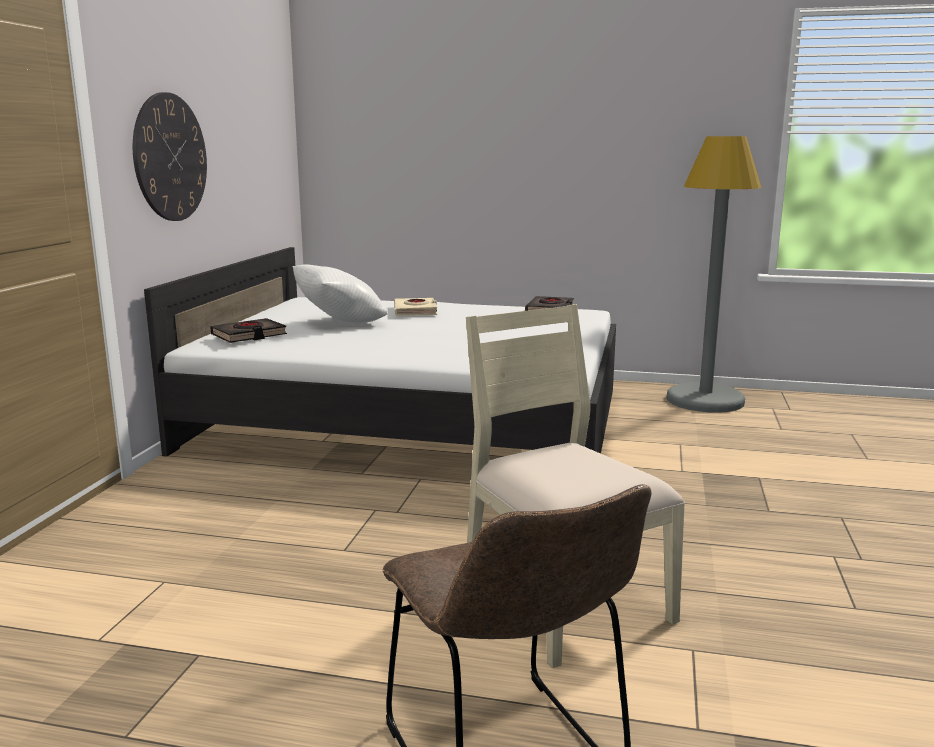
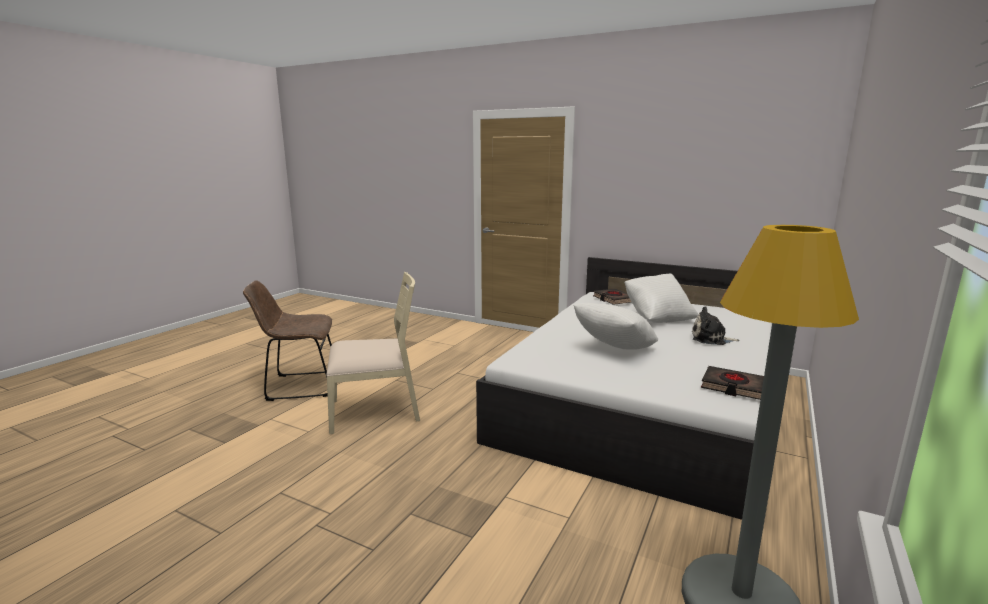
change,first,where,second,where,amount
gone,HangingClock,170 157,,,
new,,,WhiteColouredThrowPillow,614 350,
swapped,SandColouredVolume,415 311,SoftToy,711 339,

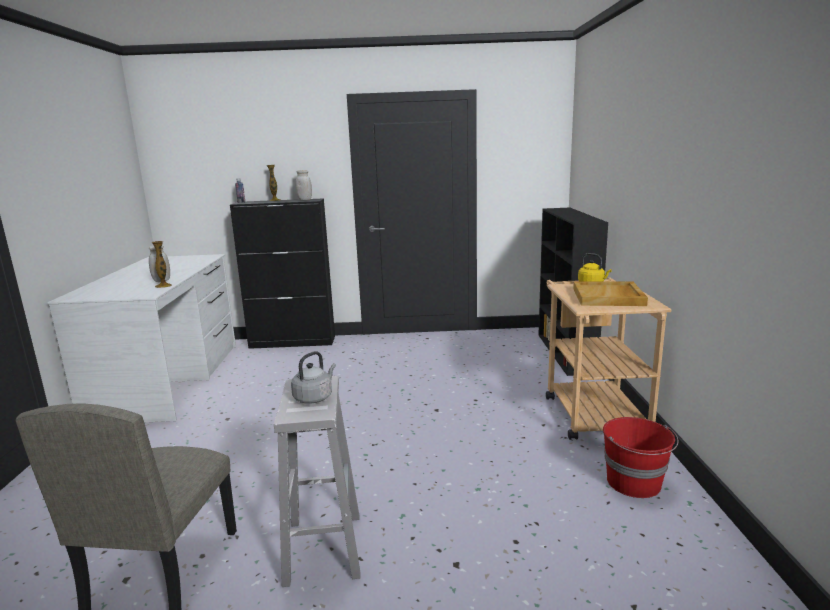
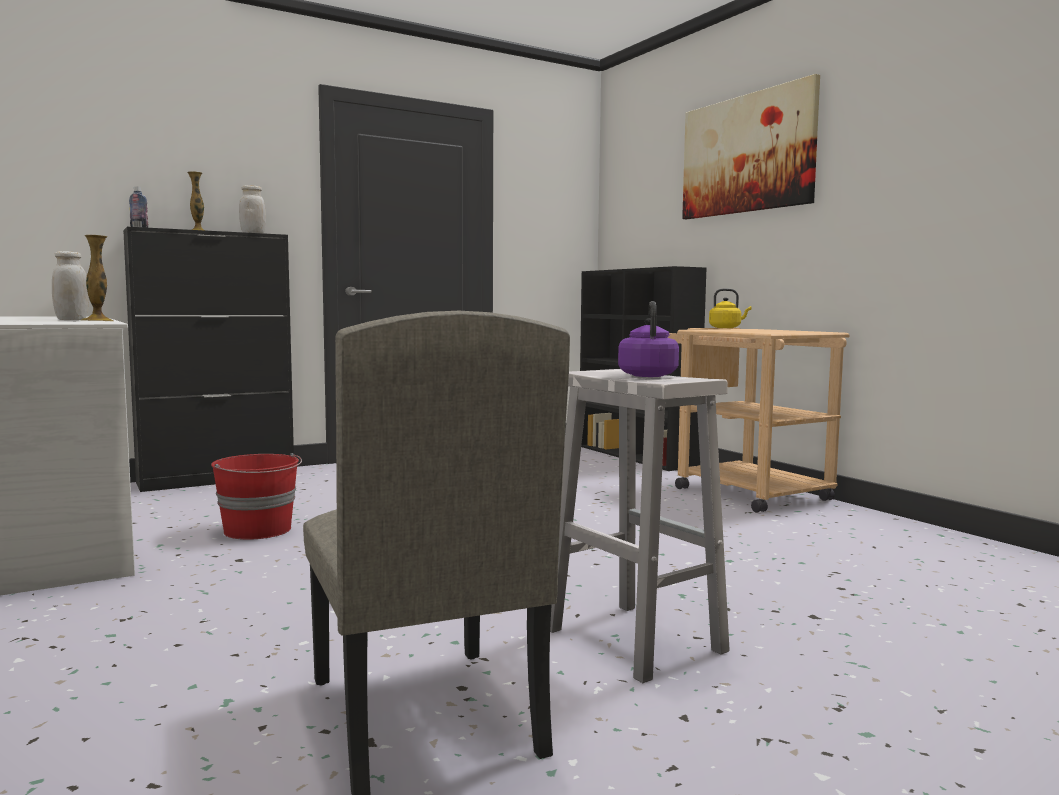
change,first,where,second,where,amount
gone,SandColouredCarryingTray,608 297,,,
new,,,Picture,747 154,
shifted,RedWaterBucket,634 483,,259 530,
repainted,GreyKettle,314 397,PurpleKettle,647 375,

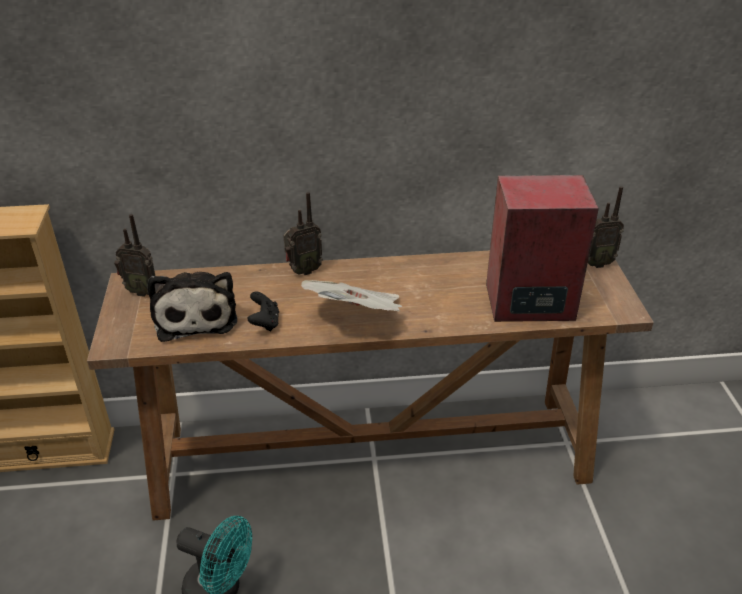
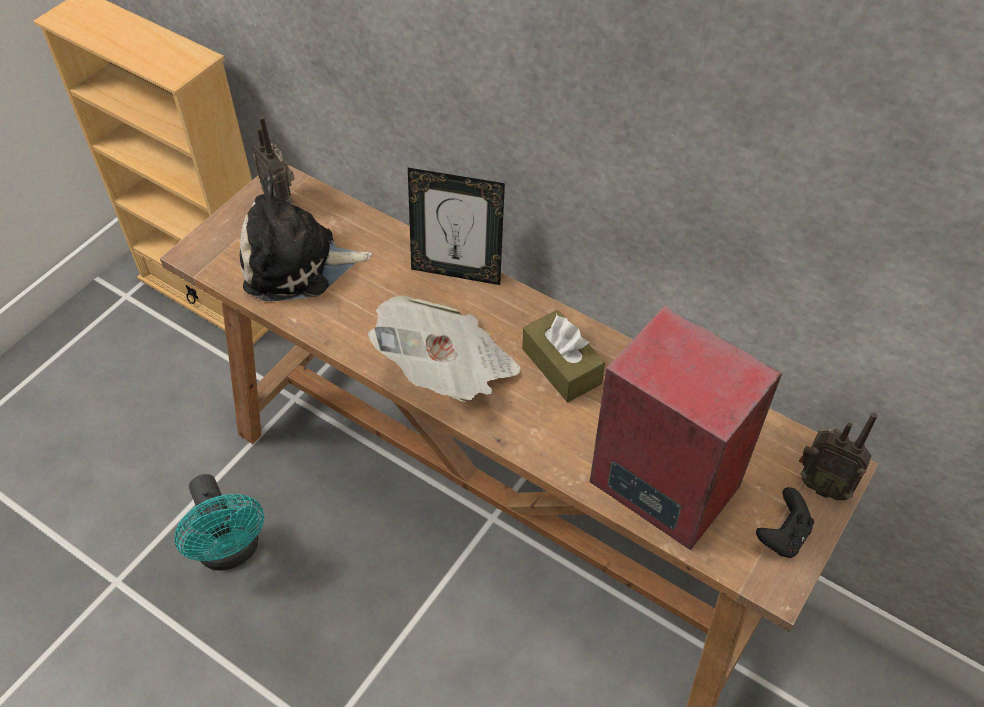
change,first,where,second,where,amount
new,,,BrownishTissueHolder,561 366,
shifted,BlackColouredGameController,265 323,,782 536,
swapped,RadioReceiver,303 271,StandingFrame,457 271,
rotated,SoftToy,196 315,,297 264,60 degrees clockwise

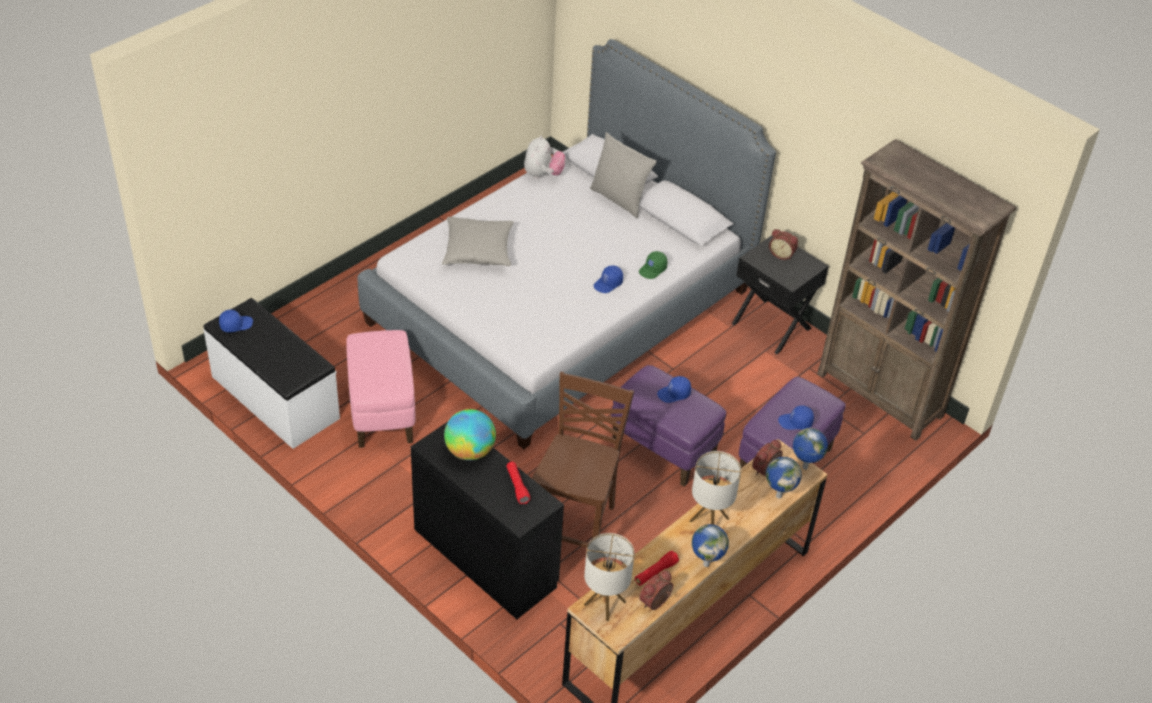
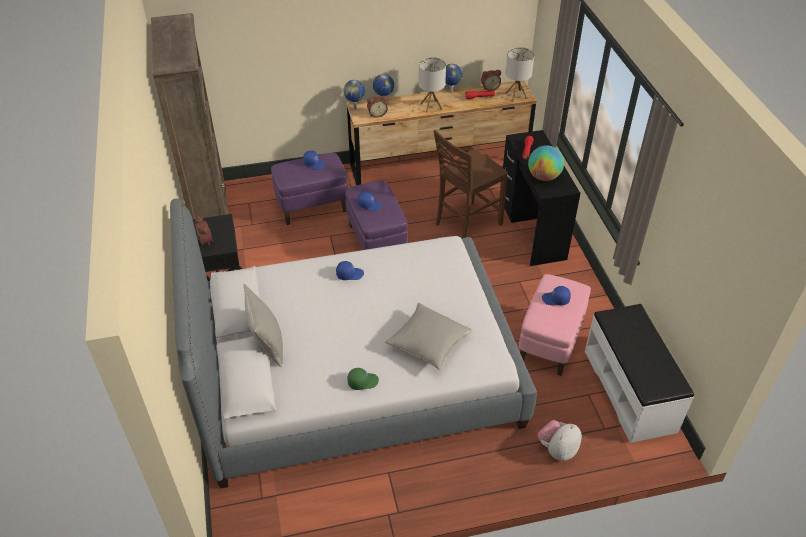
change,first,where,second,where,amount
shifted,BluePeakedCap,236 324,,555 299,
shifted,SoftToy,543 174,,557 449,
shifted,GreenColouredPeakedCap,653 270,,362 381,

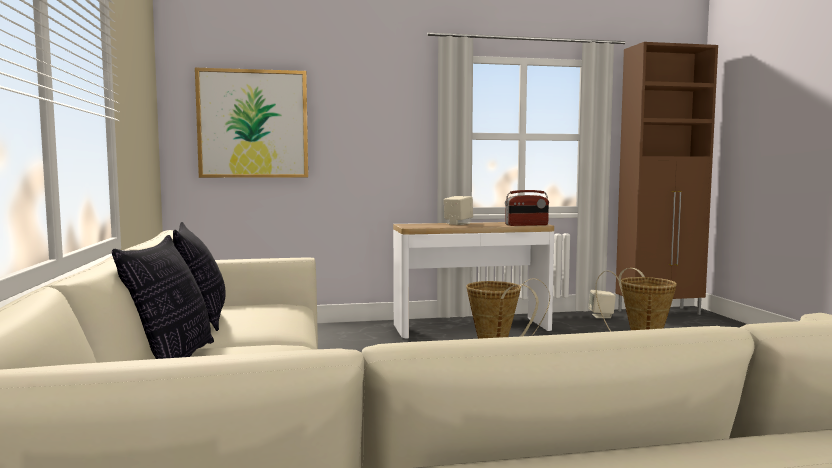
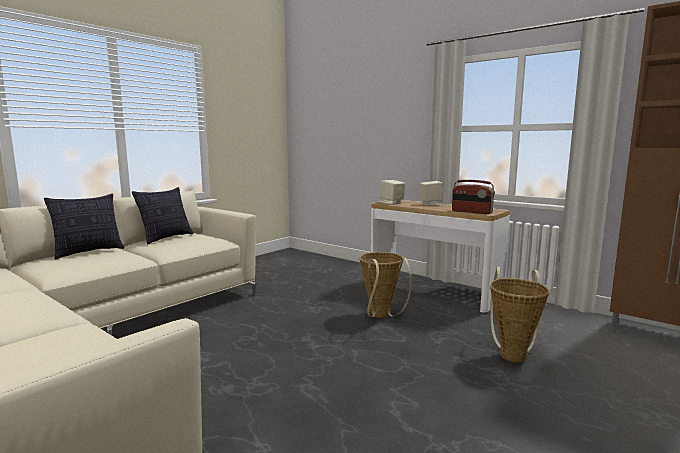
change,first,where,second,where,amount
gone,Picture,253 124,,,
shifted,SandColouredAudioSpeaker,601 316,,392 203,

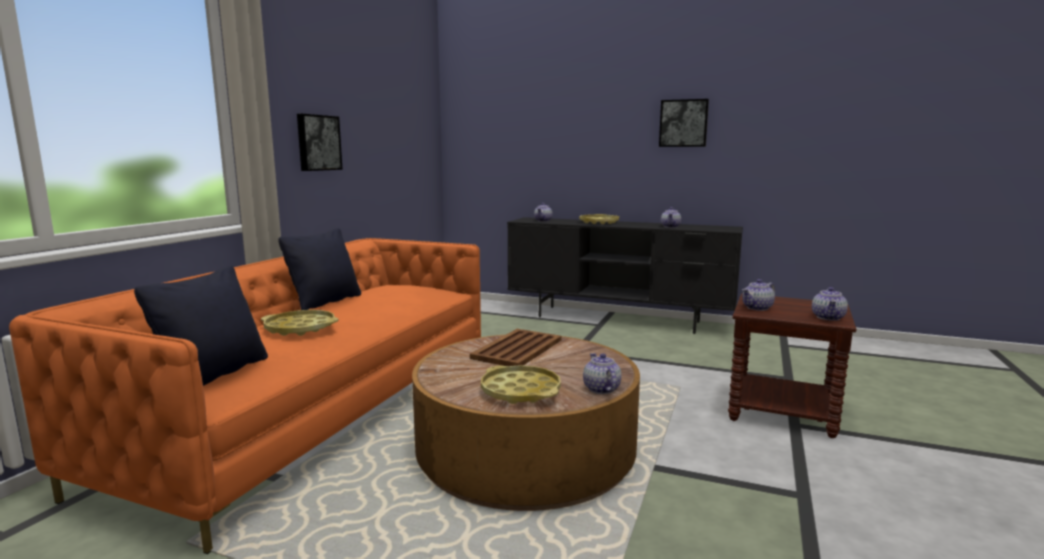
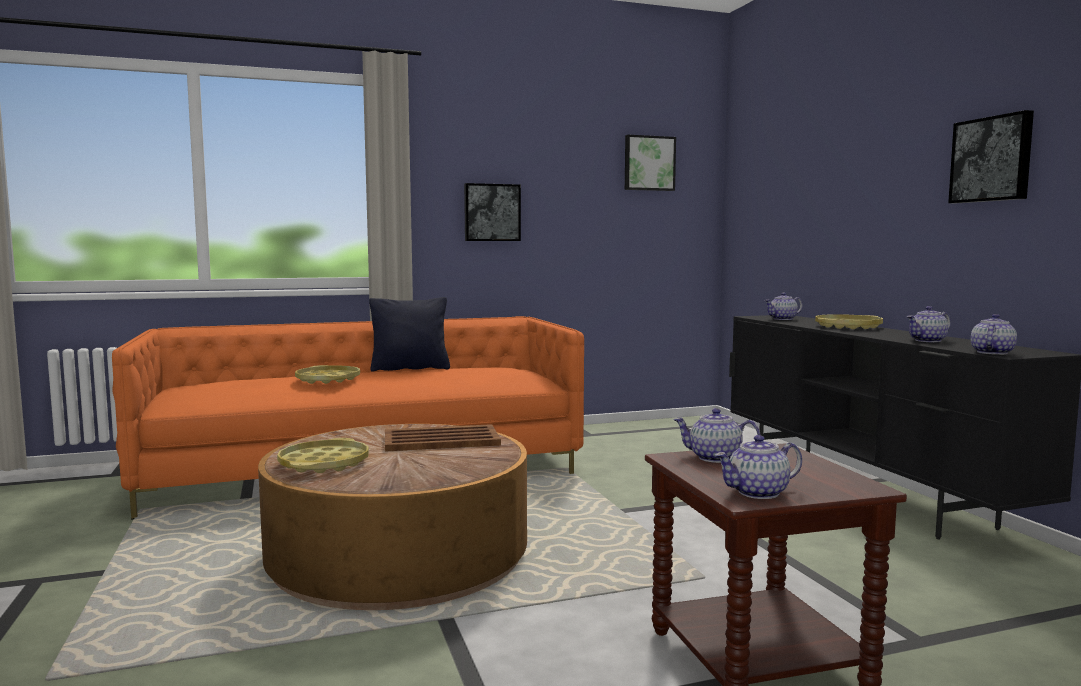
change,first,where,second,where,amount
gone,BlackColouredThrowPillow,214 374,,,
new,,,Picture,648 163,
shifted,TeaPot,600 389,,991 352,

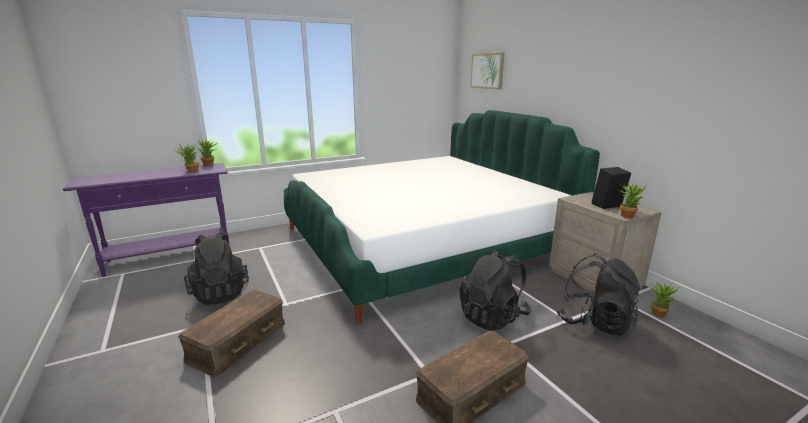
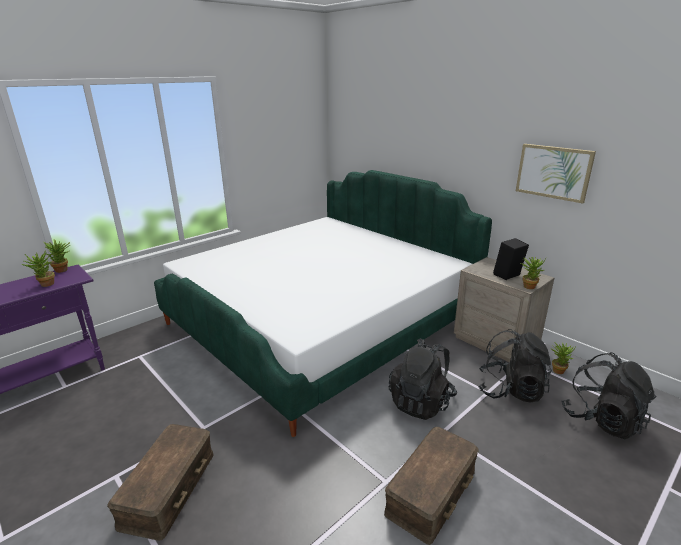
change,first,where,second,where,amount
shifted,BlackColouredRucksack,220 293,,602 419,
shifted,Picture,487 71,,553 172,

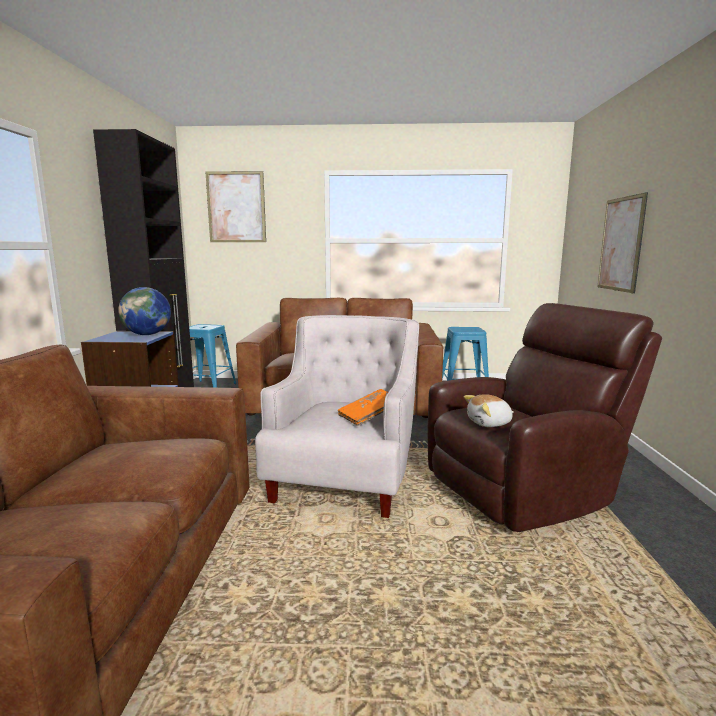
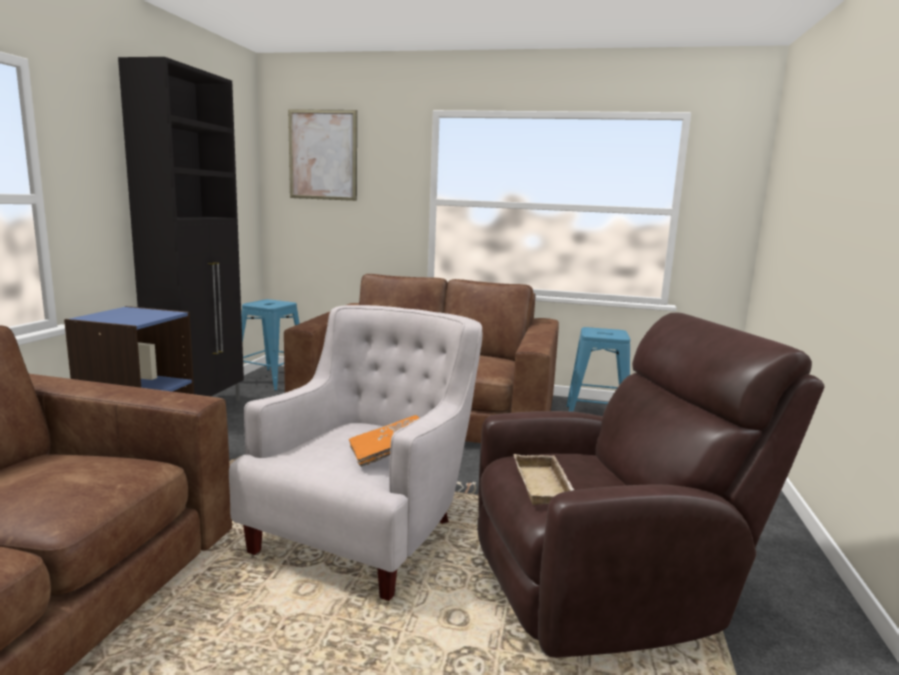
change,first,where,second,where,amount
gone,DeskGlobe,147 334,,,
gone,Picture,620 244,,,
swapped,SoftToy,489 423,SandColouredCarryingTray,545 485,

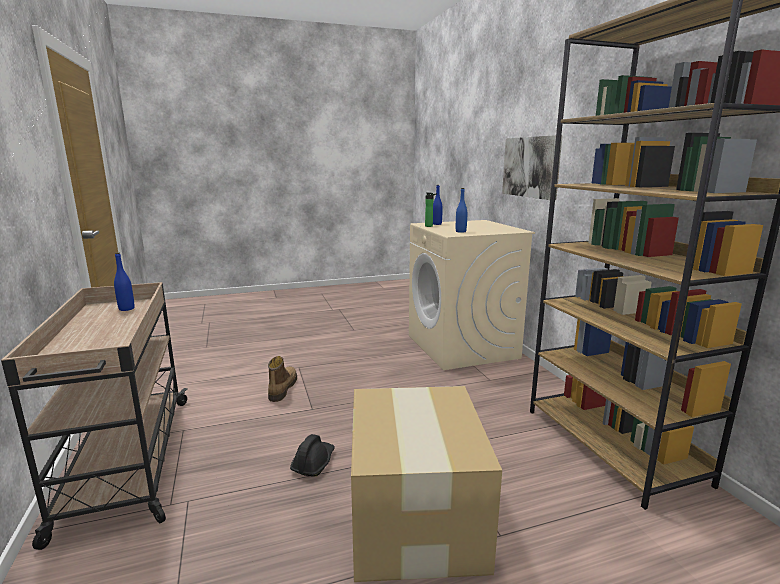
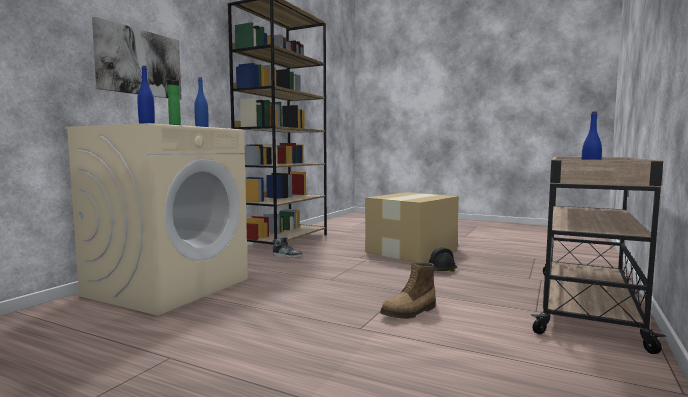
change,first,where,second,where,amount
new,,,ItemOfFootwear,287 256,

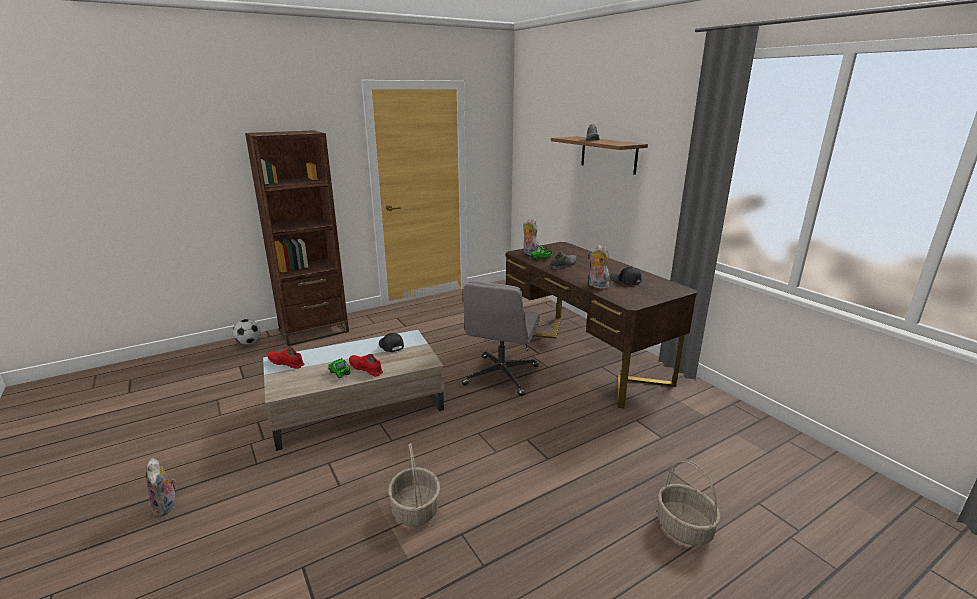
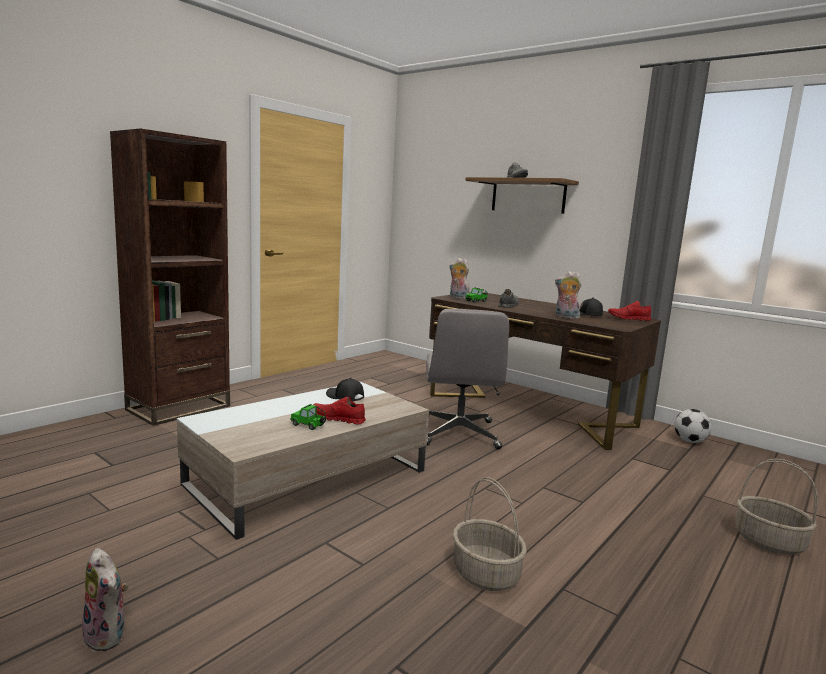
change,first,where,second,where,amount
shifted,BallForFootball,249 343,,690 441,
shifted,RedItemOfFootwear,286 363,,628 319,

